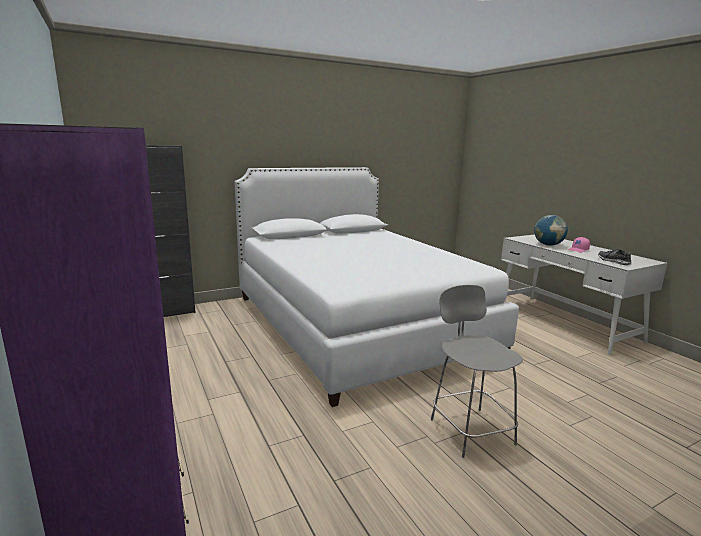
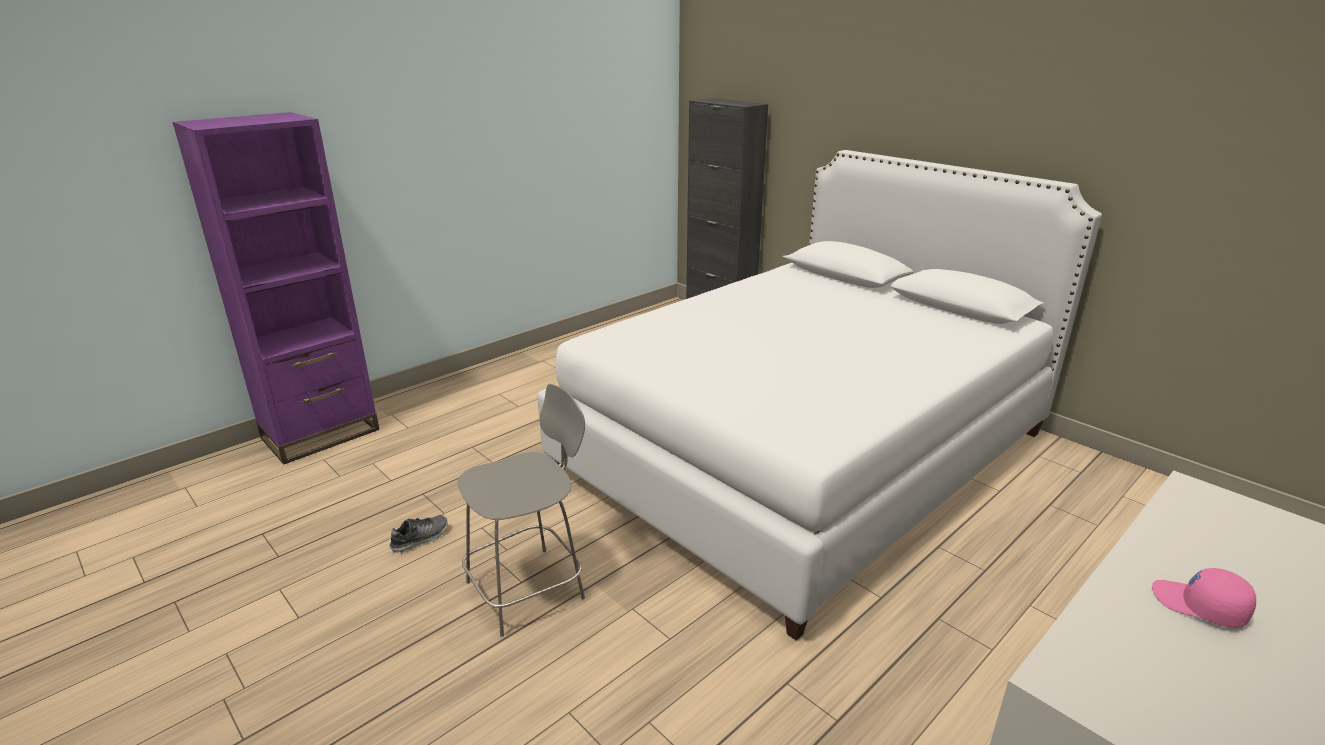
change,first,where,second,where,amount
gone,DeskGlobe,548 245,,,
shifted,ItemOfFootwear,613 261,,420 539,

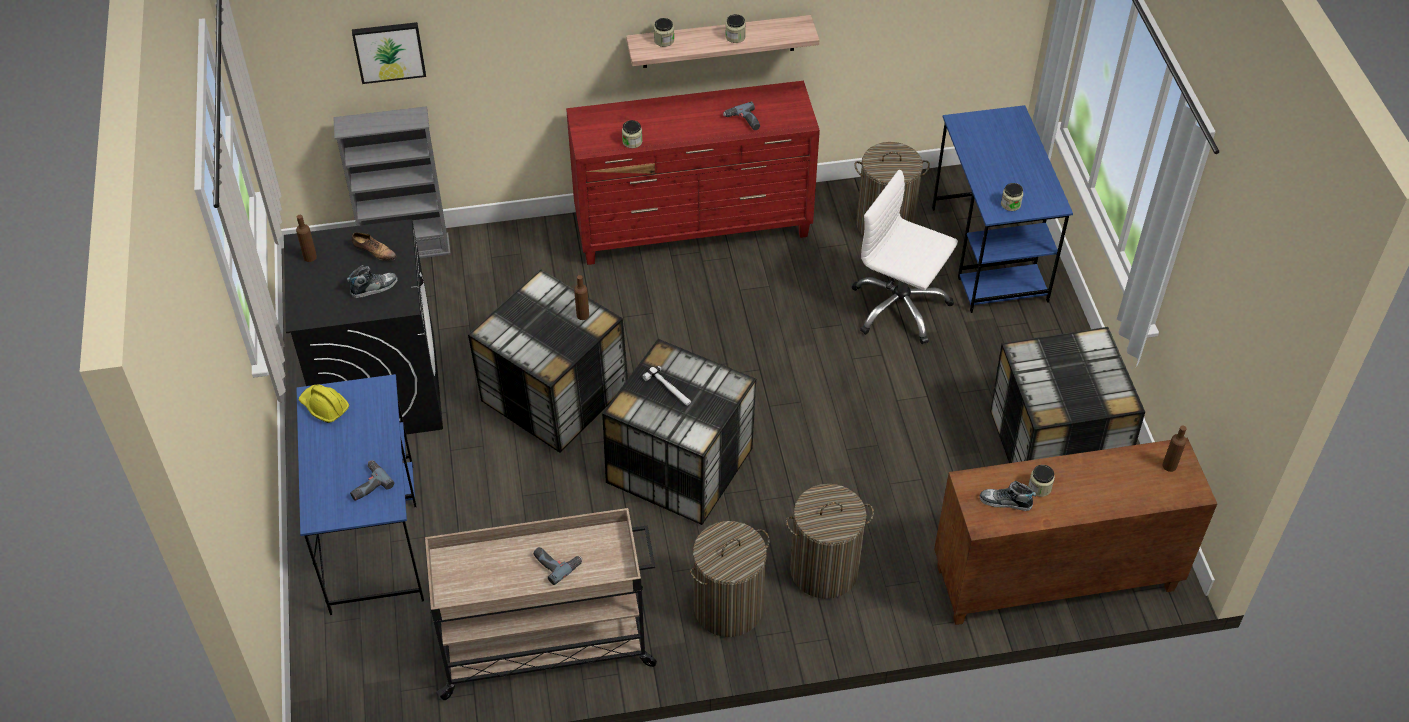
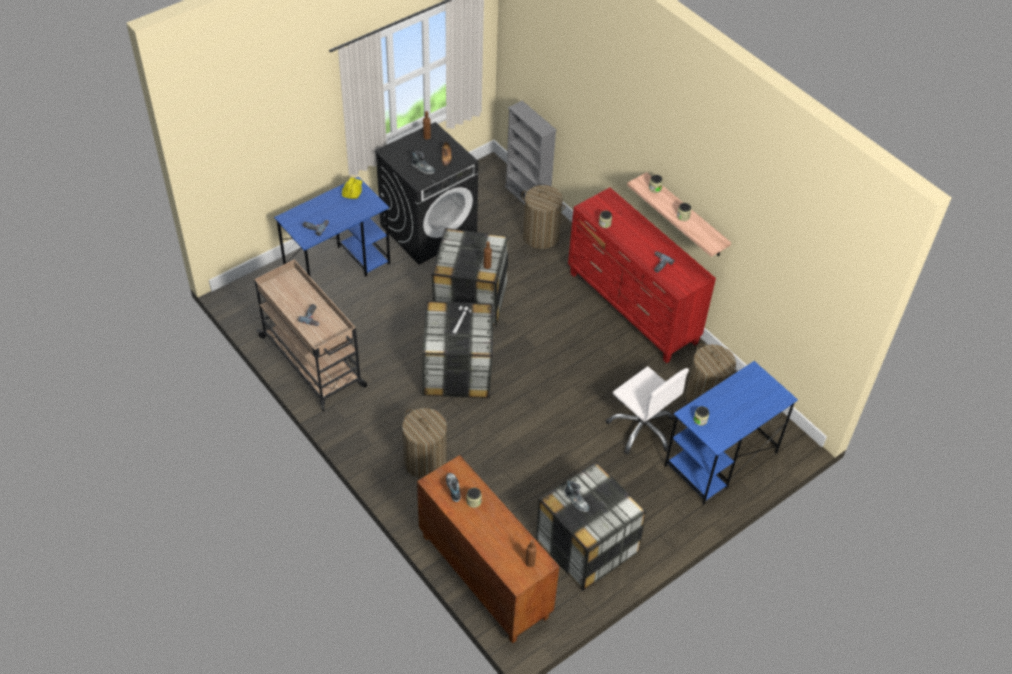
change,first,where,second,where,amount
gone,Picture,389 51,,,
new,,,ItemOfFootwear,576 500,
shifted,WashingBasket,728 607,,540 236,
rotated,WhiteColouredOfficeChair,899 307,,642 428,135 degrees clockwise

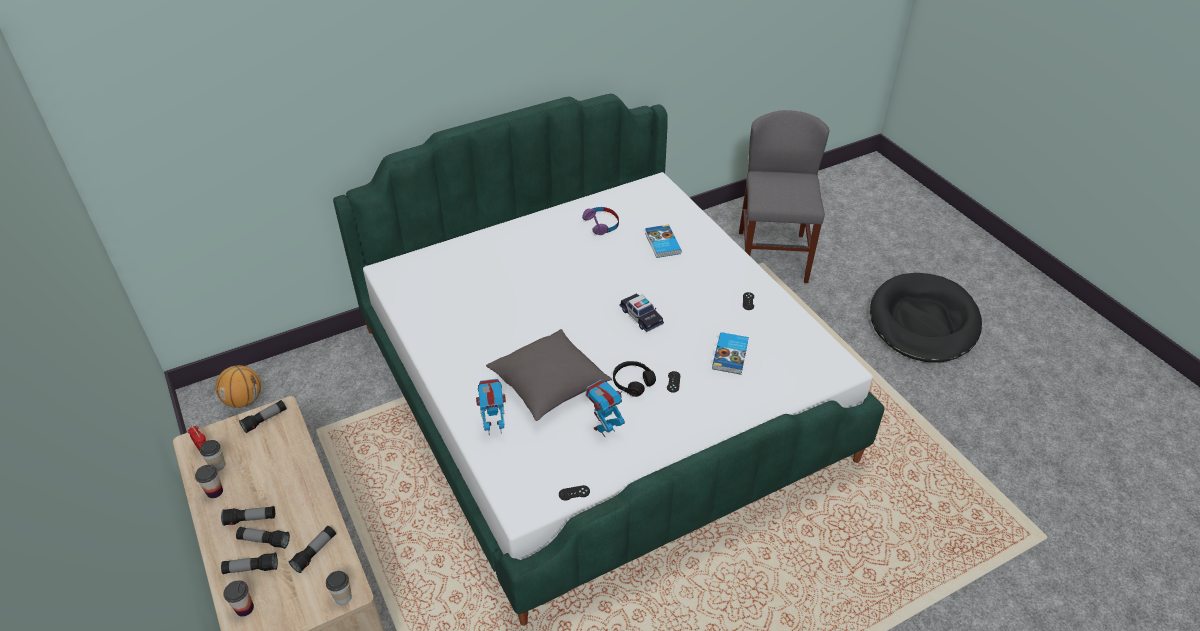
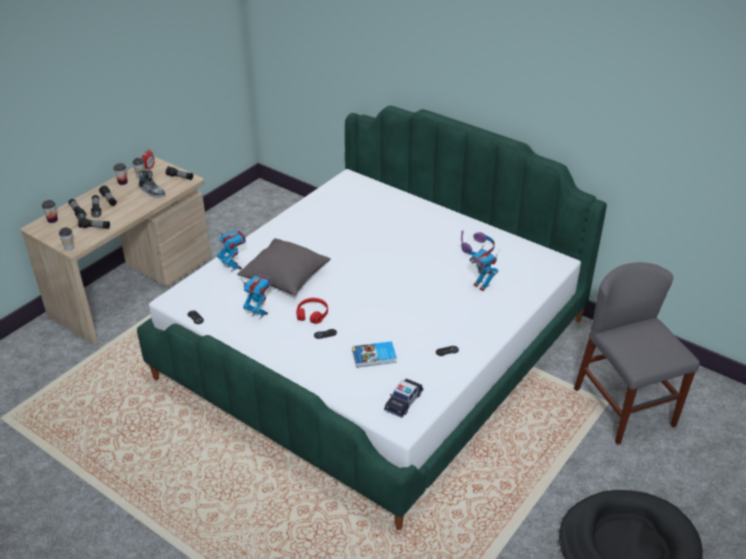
change,first,where,second,where,amount
gone,Basketball,244 400,,,
new,,,ItemOfFootwear,152 191,
shifted,MiniatureCar,641 316,,403 401,
swapped,Volume,662 243,ModelRobot,481 285,
repainted,BlackColouredHeadset,632 382,RedHeadset,312 314,
rotated,GreyChair,772 257,,624 407,90 degrees counterclockwise

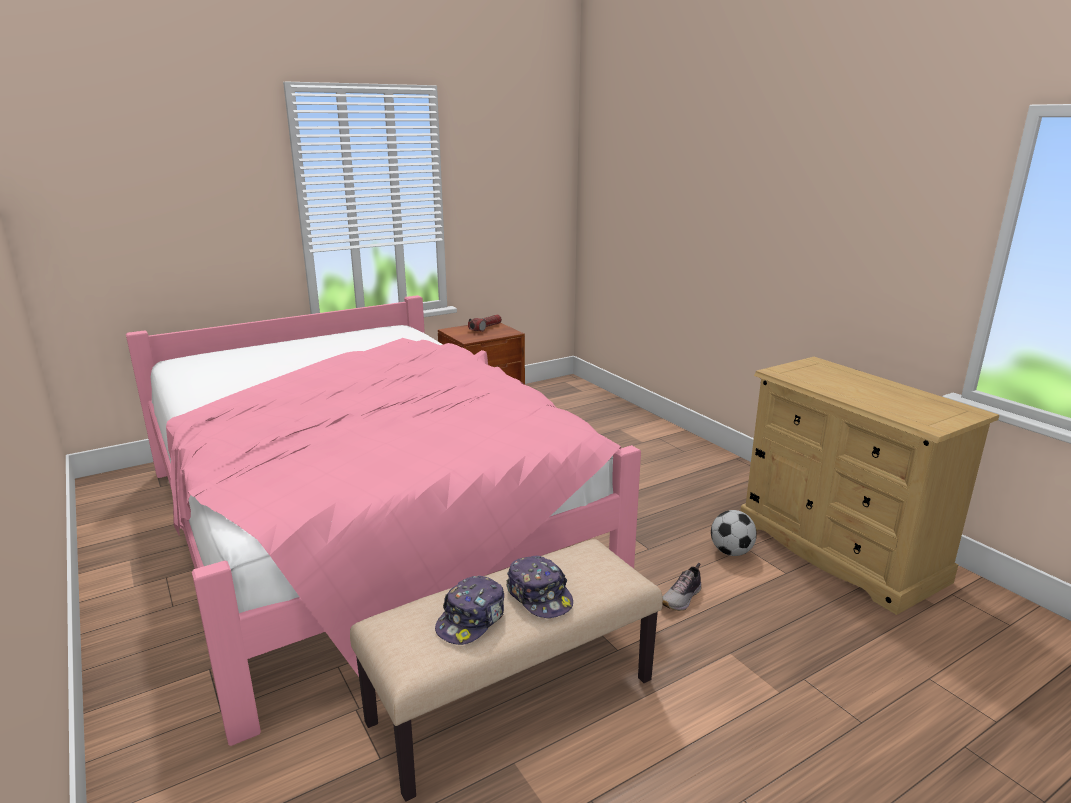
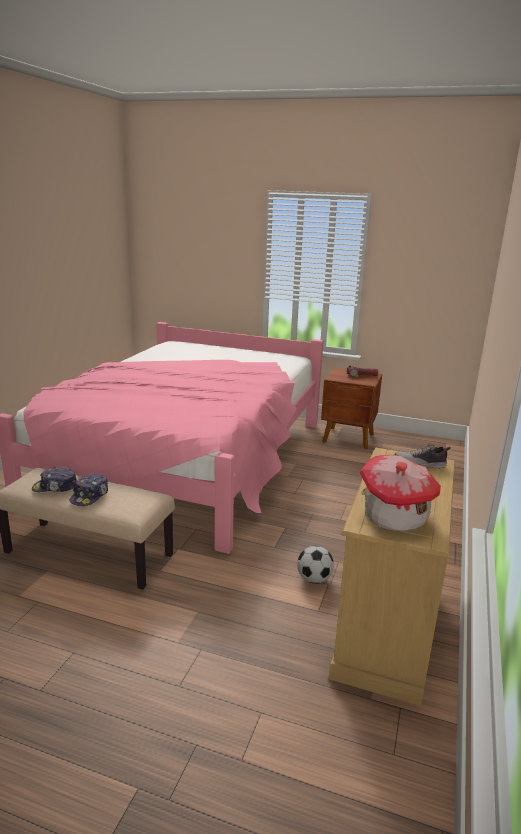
change,first,where,second,where,amount
new,,,ToyHouse,395 517,
shifted,ItemOfFootwear,682 598,,420 465,

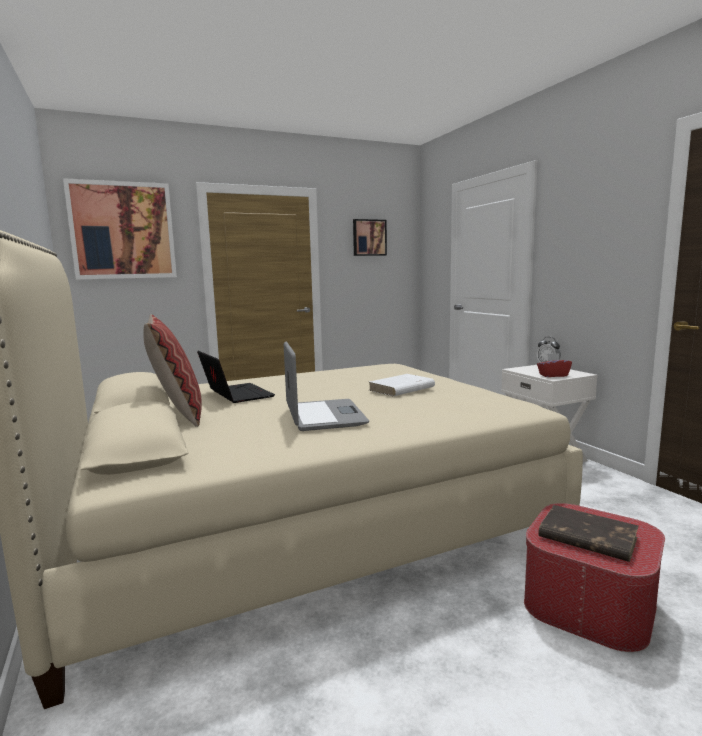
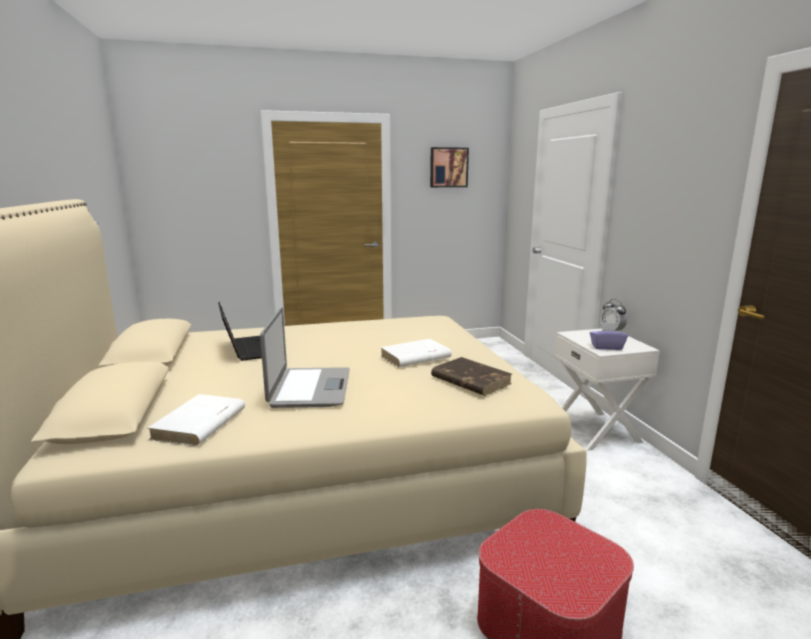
change,first,where,second,where,amount
gone,Picture,123 230,,,
gone,ThrowPillow,178 414,,,
new,,,WhiteColouredVolume,199 424,
shifted,BrownishVolume,586 537,,470 380,
repainted,RedTissueHolder,553 375,PurpleTissueHolder,606 347,

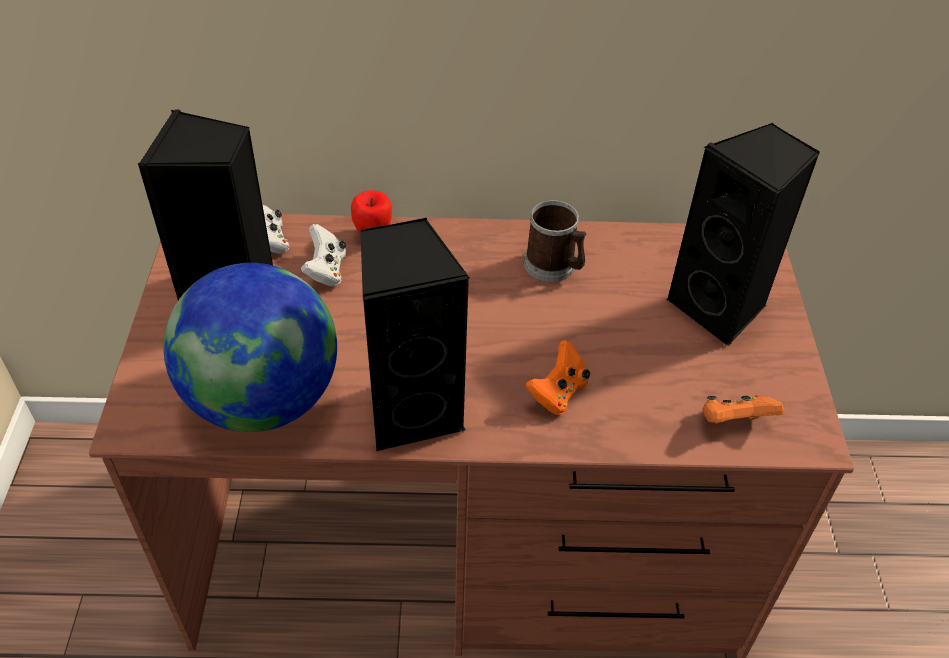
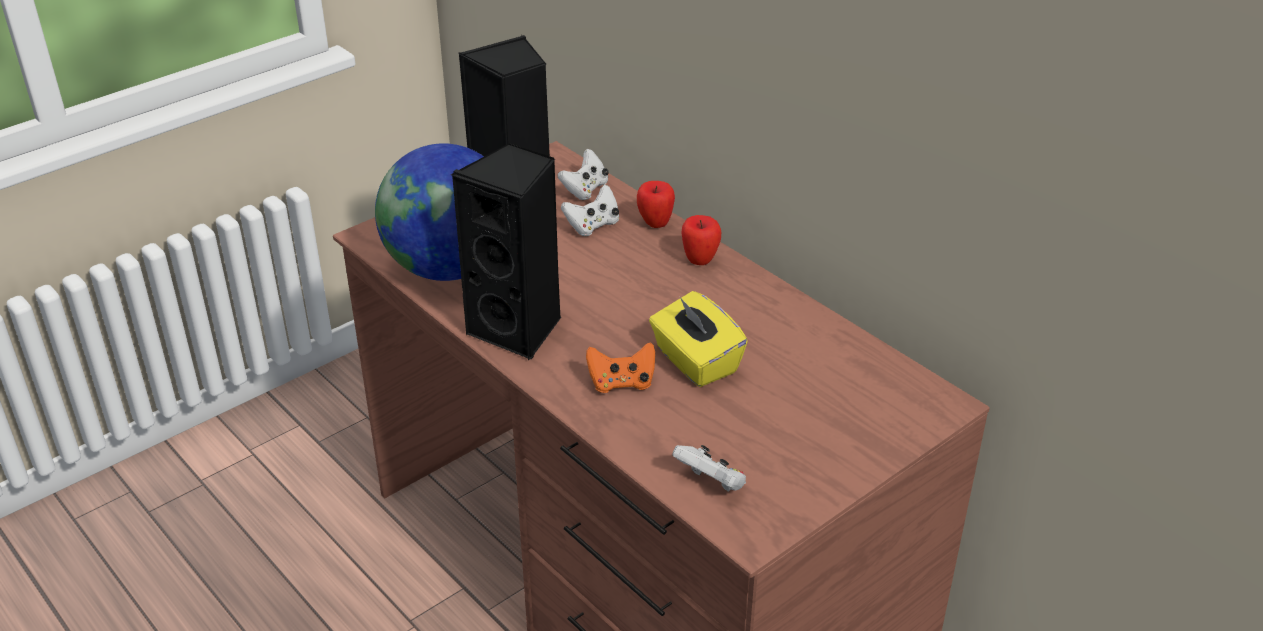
change,first,where,second,where,amount
gone,TeaMug,554 266,,,
gone,BlackColouredAudioSpeaker,721 308,,,
new,,,YellowishTissueHolder,695 361,
new,,,WholeApple,700 260,
repainted,OrangeyGameController,734 422,WhiteColouredGameController,711 483,

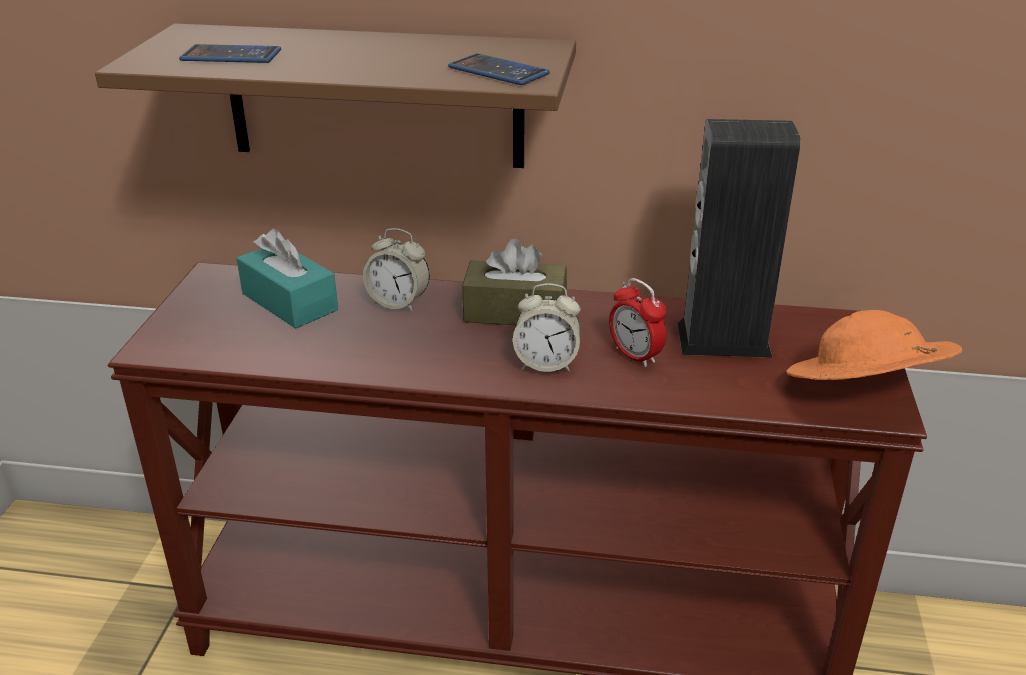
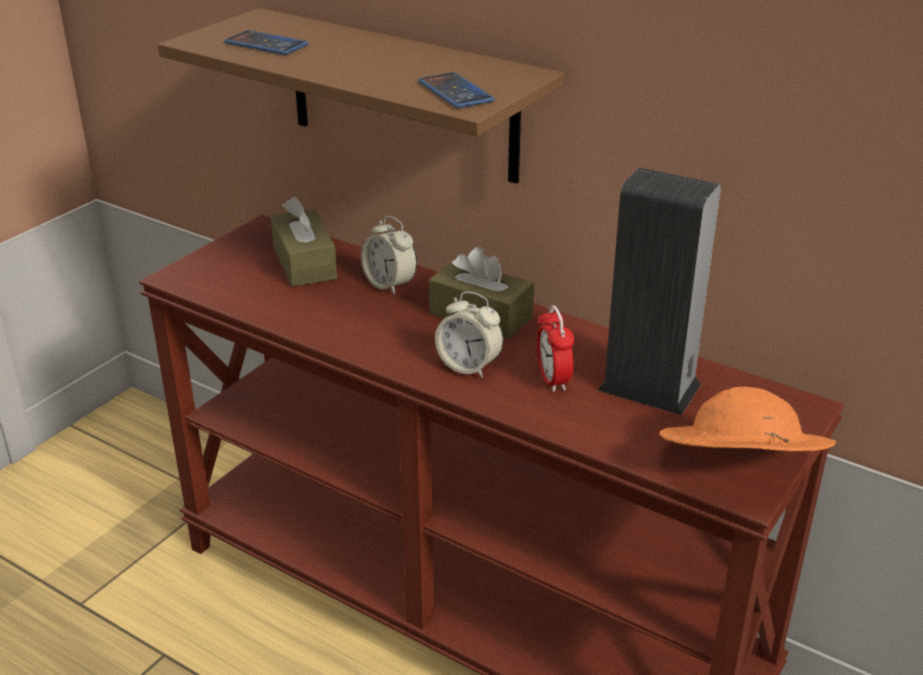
change,first,where,second,where,amount
repainted,TurquoiseTissueHolder,289 302,BrownishTissueHolder,304 263,

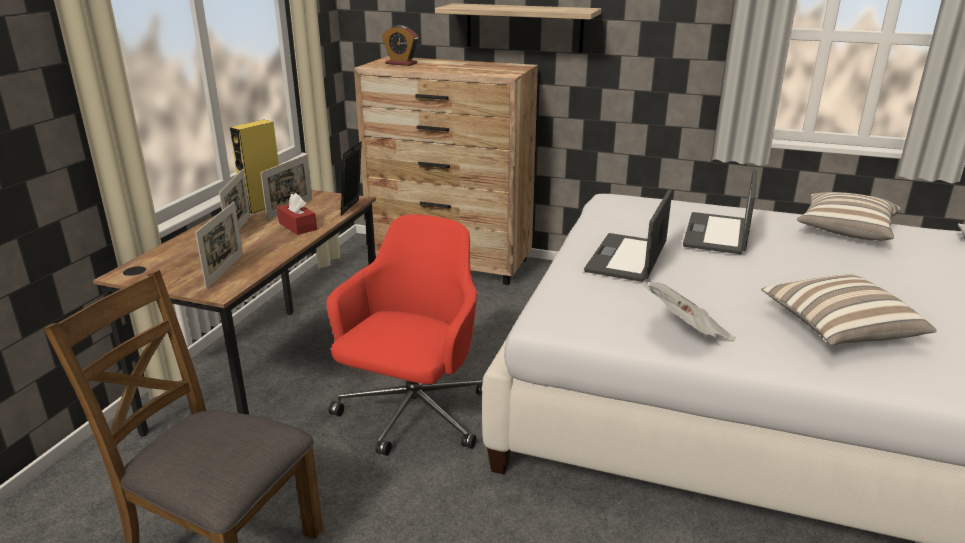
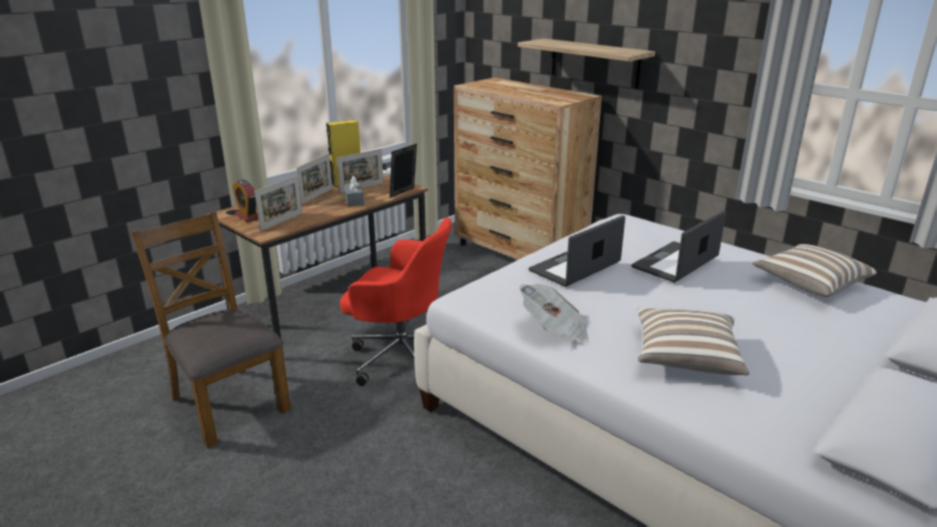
change,first,where,second,where,amount
shifted,AlarmClock,401 63,,248 216,
repainted,RedTissueHolder,297 226,GreyTissueHolder,354 200,
rotated,RedOfficeChair,413 415,,401 356,60 degrees clockwise

